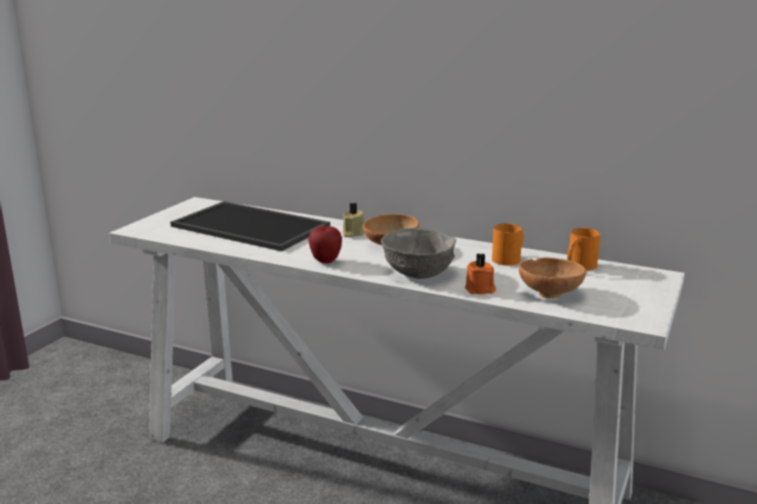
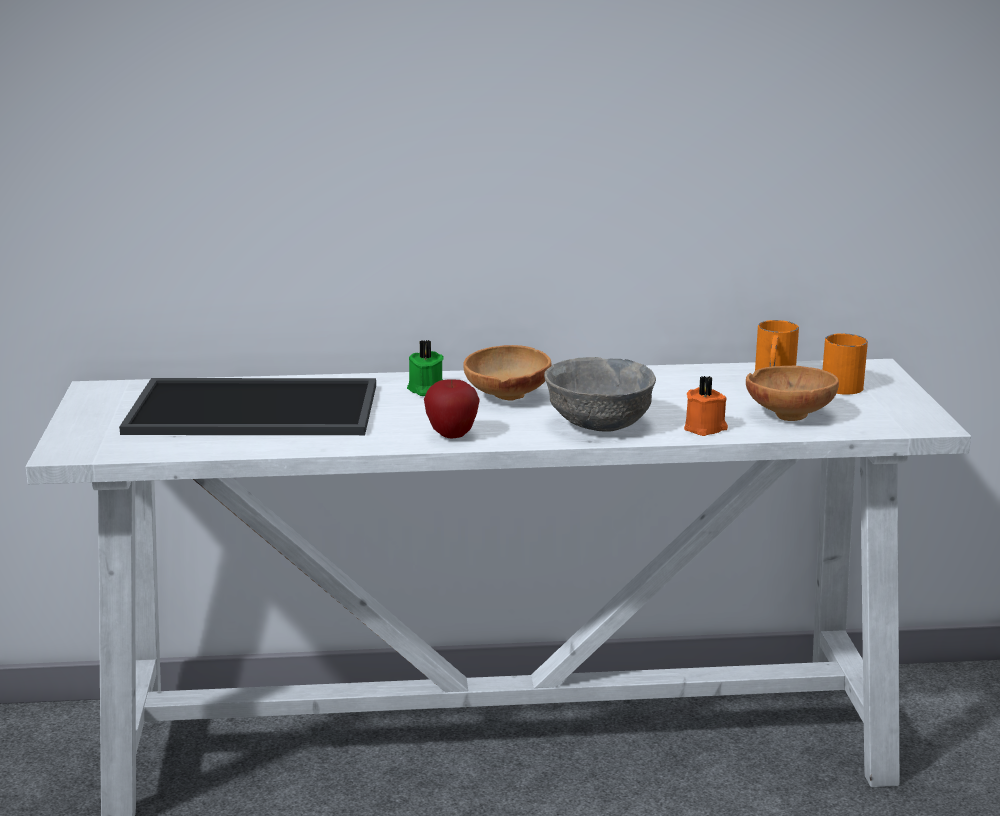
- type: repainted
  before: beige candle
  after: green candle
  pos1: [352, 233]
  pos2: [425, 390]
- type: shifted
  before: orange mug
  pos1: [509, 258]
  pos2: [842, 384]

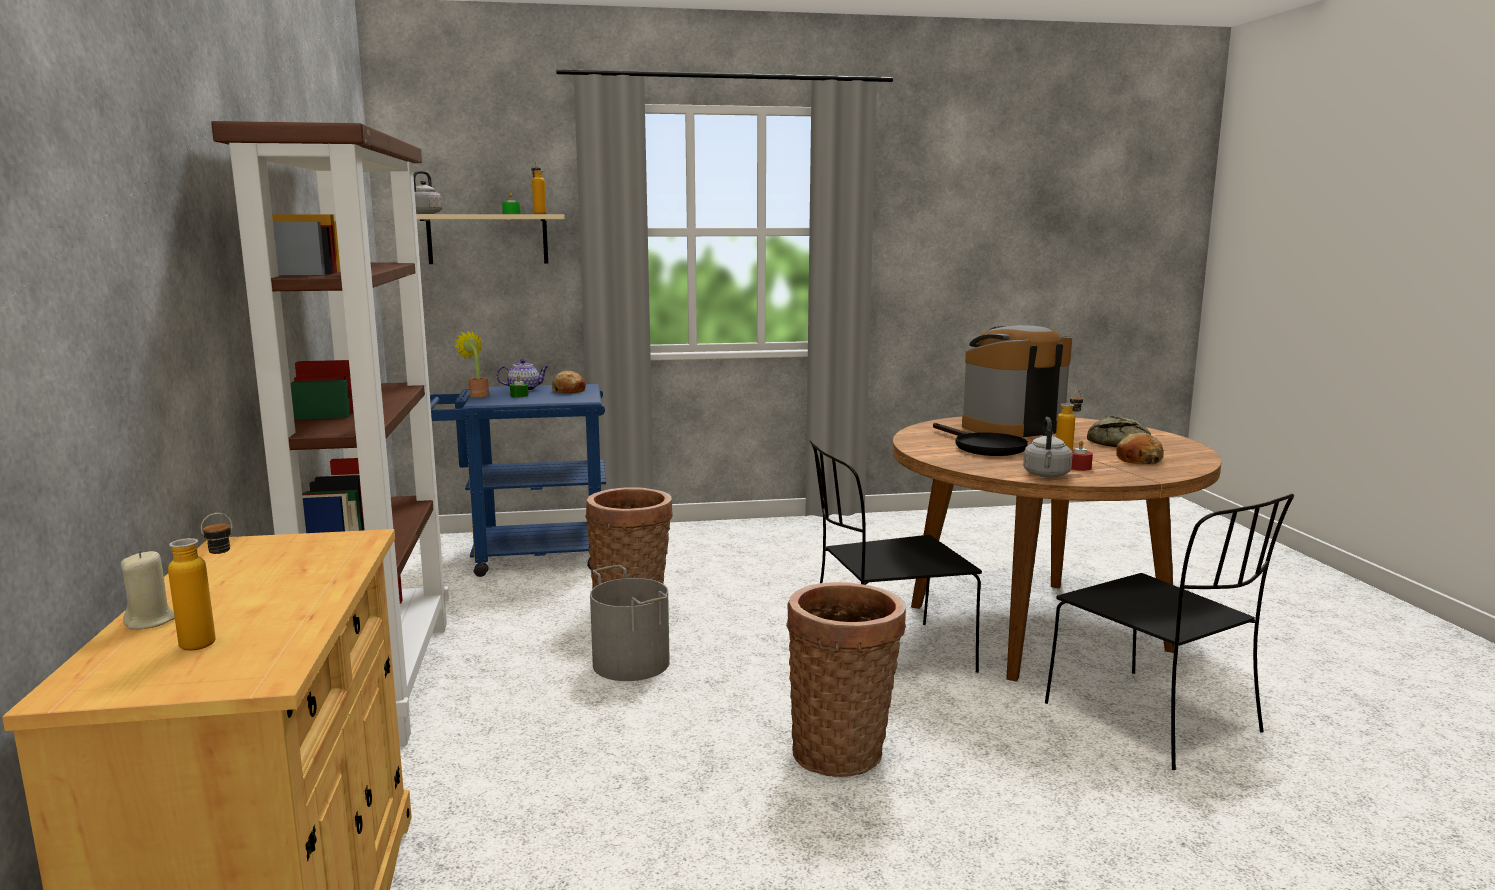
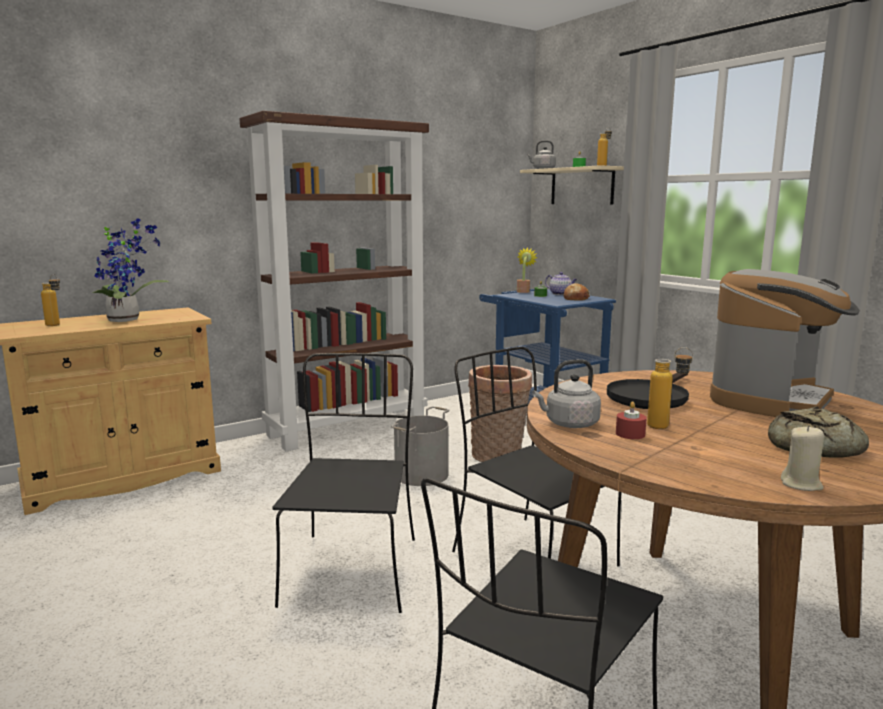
- type: new
  after: potted plant
  pos2: [128, 319]
- type: swapped
  before: basket
  after: black chair
  pos1: [842, 751]
  pos2: [352, 569]
- type: rotated
  before: coffee machine
  pos1: [1011, 428]
  pos2: [771, 399]
  turn: 90
- type: shifted
  before: beige candle
  pos1: [151, 621]
  pos2: [801, 484]
- type: gone
  before: bread
  pos1: [1139, 459]

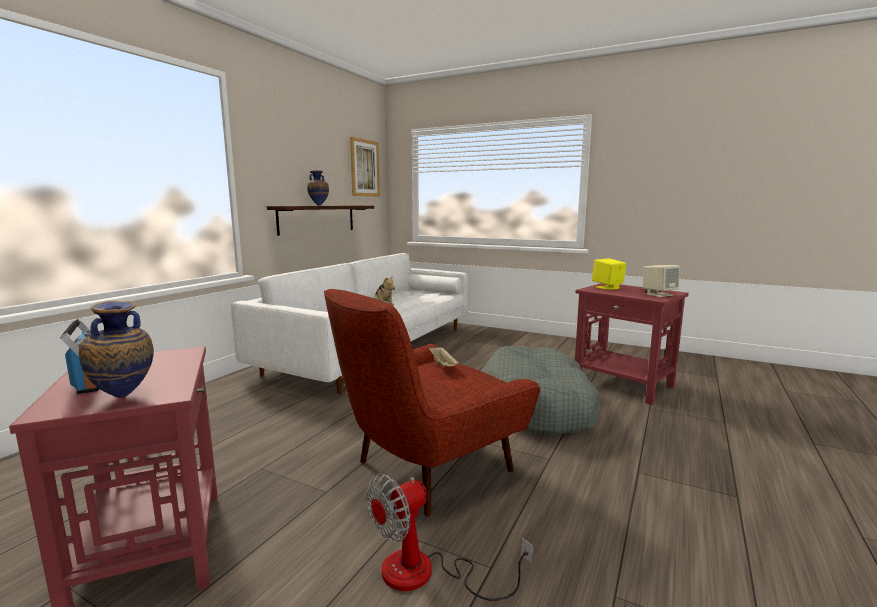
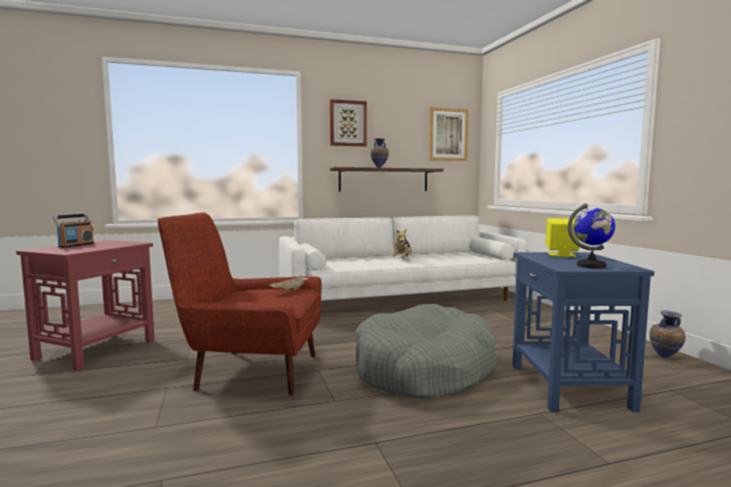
- type: new
  after: picture
  pos2: [347, 123]
- type: repainted
  before: red side table
  after: blue side table
  pos1: [623, 384]
  pos2: [567, 386]
- type: swapped
  before: beige speaker
  after: globe
  pos1: [659, 294]
  pos2: [591, 266]
- type: shifted
  before: vase
  pos1: [124, 398]
  pos2: [665, 358]
- type: gone
  before: fan
  pos1: [426, 574]

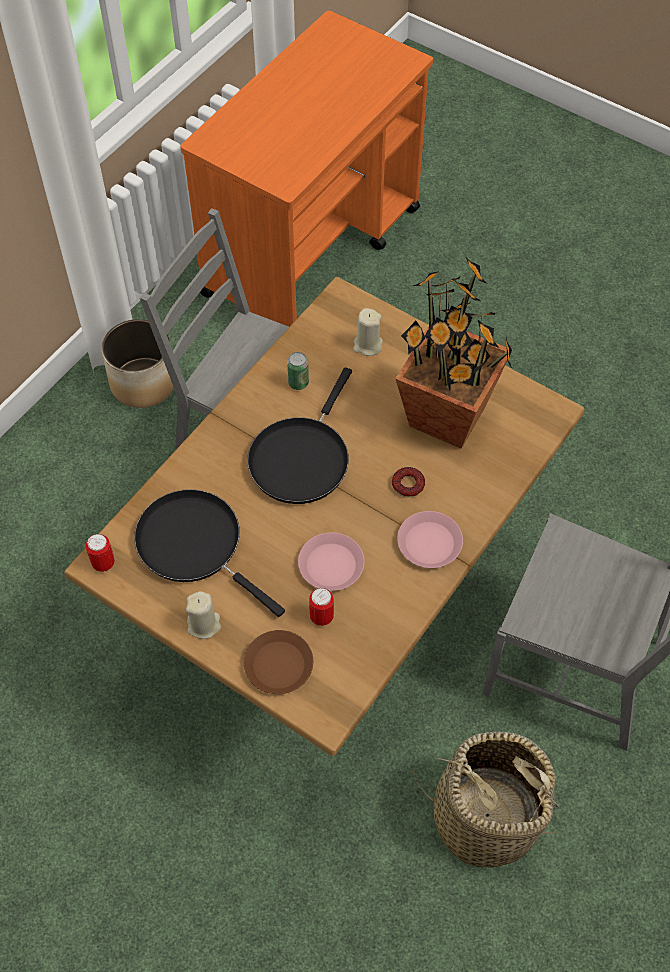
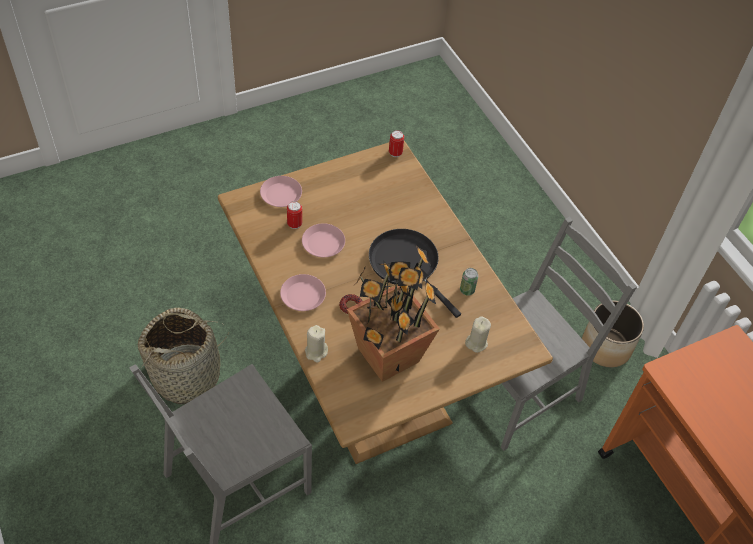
- type: repainted
  before: brown plate
  after: pink plate
  pos1: [279, 665]
  pos2: [281, 195]
- type: shifted
  before: beige candle
  pos1: [204, 625]
  pos2: [316, 352]
- type: gone
  before: black frying pan
  pos1: [195, 545]

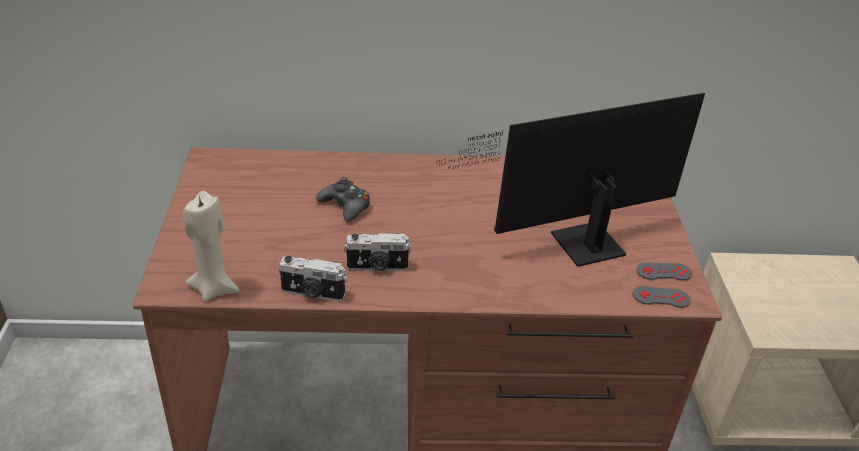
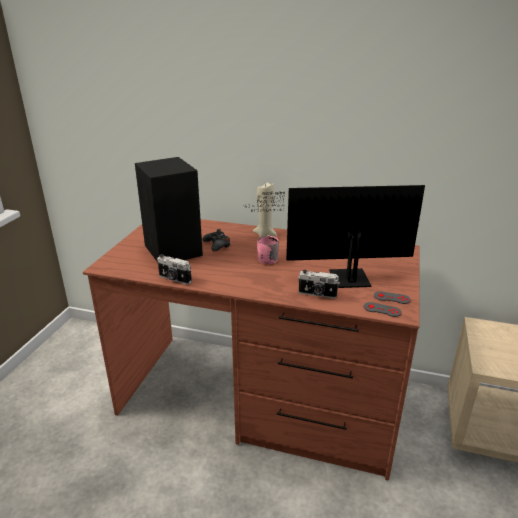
- type: new
  after: black speaker
  pos2: [173, 251]
- type: shifted
  before: beige candle
  pos1: [214, 288]
  pos2: [265, 235]
- type: new
  after: pink mug
  pos2: [266, 257]
- type: shifted
  before: photo camera
  pos1: [377, 267]
  pos2: [317, 294]

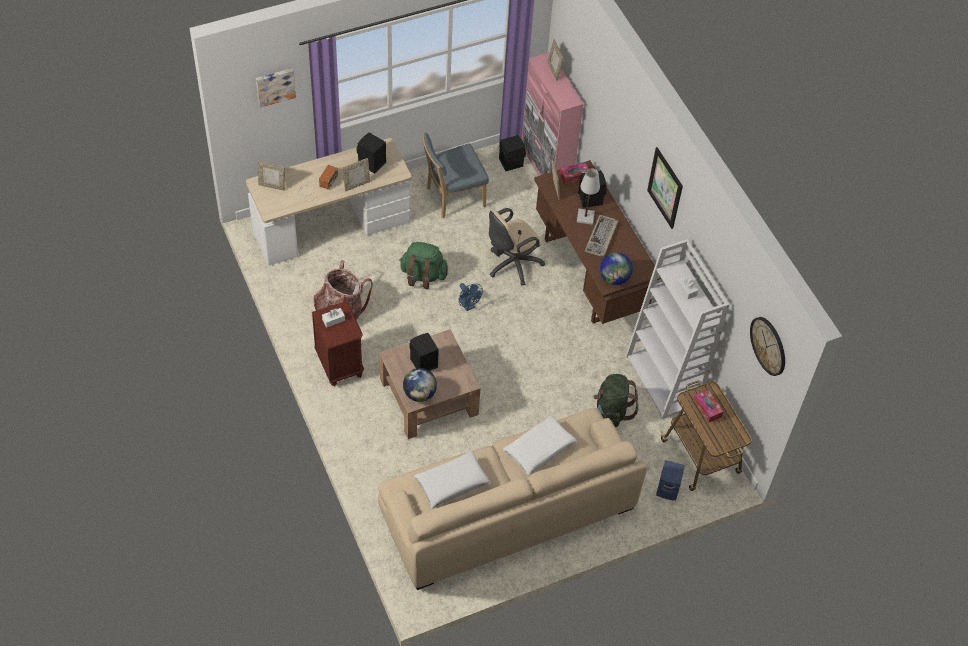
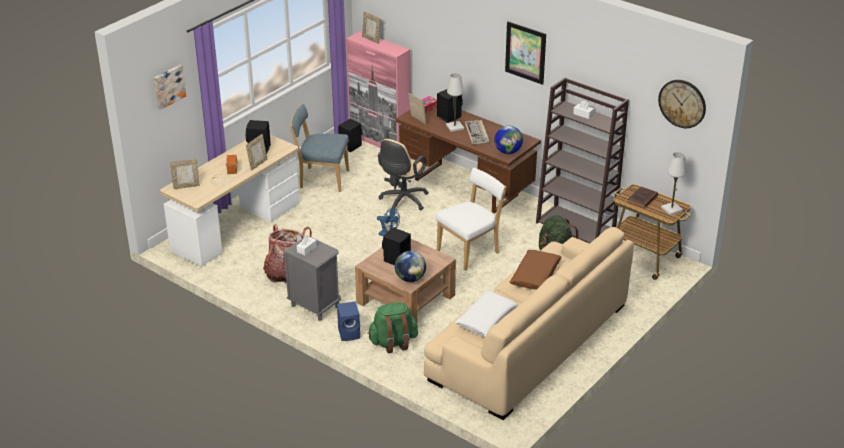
- type: repainted
  before: brown nightstand
  after: grey nightstand
  pos1: [339, 365]
  pos2: [315, 306]
- type: rotated
  before: blue chair
  pos1: [453, 197]
  pos2: [321, 179]
  turn: 60
- type: shifted
  before: blue speaker
  pos1: [669, 489]
  pos2: [350, 333]
- type: shifted
  before: green backpack
  pos1: [423, 275]
  pos2: [393, 343]
- type: new
  after: white chair
  pos2: [470, 251]
- type: repainted
  before: white pillow
  after: brown pillow
  pos1: [539, 449]
  pos2: [535, 275]
- type: repainted
  before: white bookcase
  after: brown bookcase
  pos1: [663, 381]
  pos2: [576, 226]
- type: swapped
  before: tissue box
  after: brown book
  pos1: [707, 408]
  pos2: [642, 200]
- type: new
  after: white table lamp
  pos2: [671, 209]

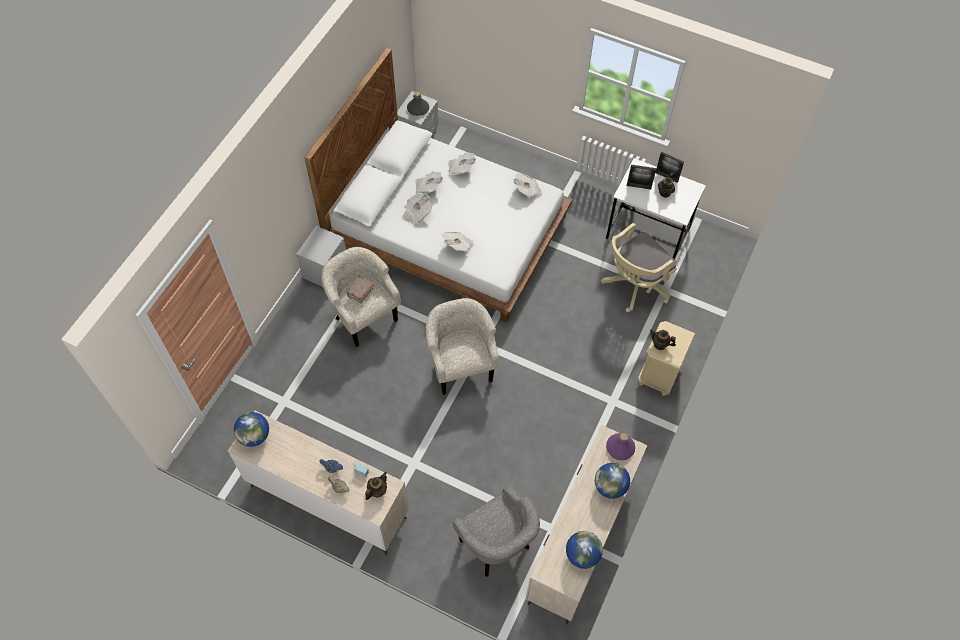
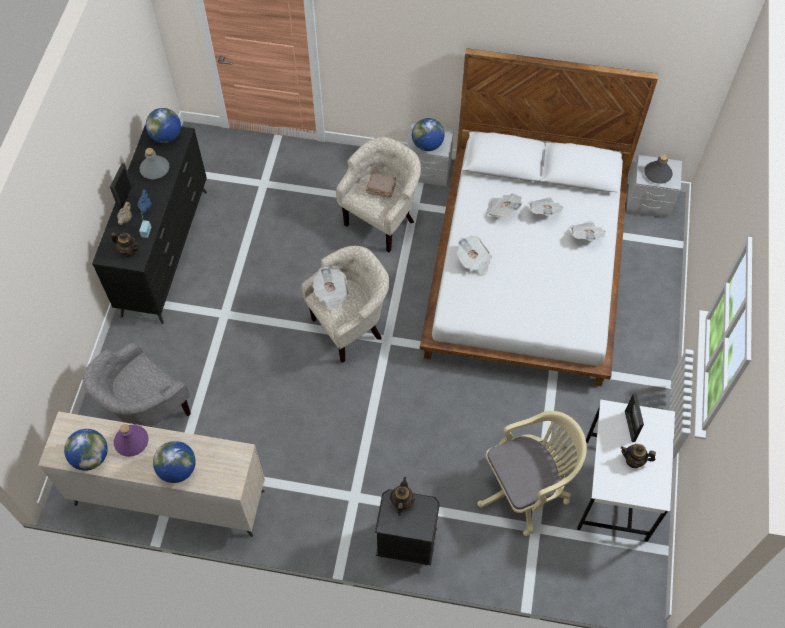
- type: repainted
  before: beige dresser
  after: black dresser
  pos1: [328, 501]
  pos2: [166, 251]
- type: shifted
  before: picture frame
  pos1: [666, 177]
  pos2: [125, 198]
- type: shifted
  before: purple bottle
  pos1: [620, 448]
  pos2: [131, 441]
- type: new
  after: grey bottle
  pos2: [155, 169]
- type: shifted
  before: newspaper
  pos1: [527, 190]
  pos2: [331, 294]
- type: repainted
  before: beige nightstand
  after: black nightstand
  pos1: [659, 375]
  pos2: [406, 543]
- type: new
  after: globe
  pos2: [427, 145]
- type: rotated
  before: beige office chair
  pos1: [634, 286]
  pos2: [526, 488]
  turn: 120

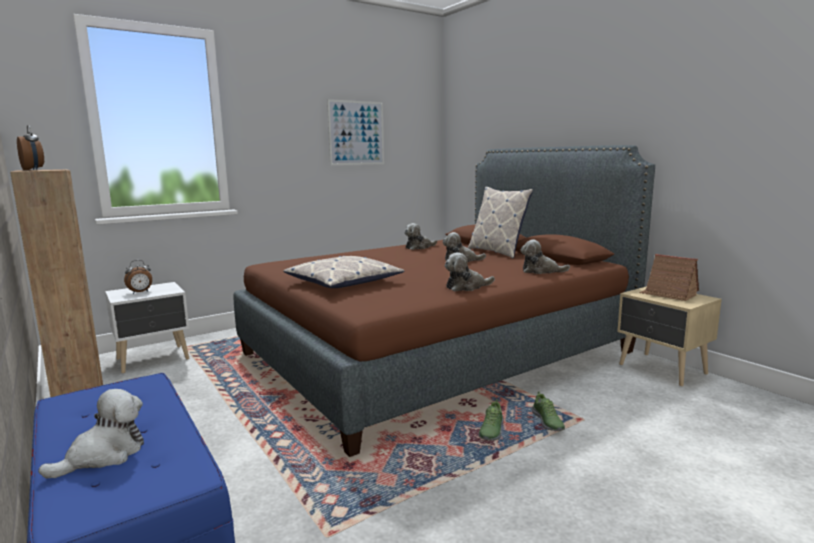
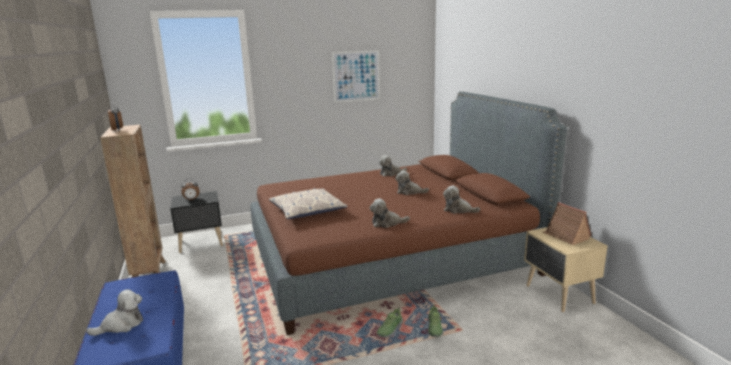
- type: repainted
  before: white nightstand
  after: black nightstand
  pos1: [154, 359]
  pos2: [202, 244]
- type: gone
  before: pillow
  pos1: [497, 252]

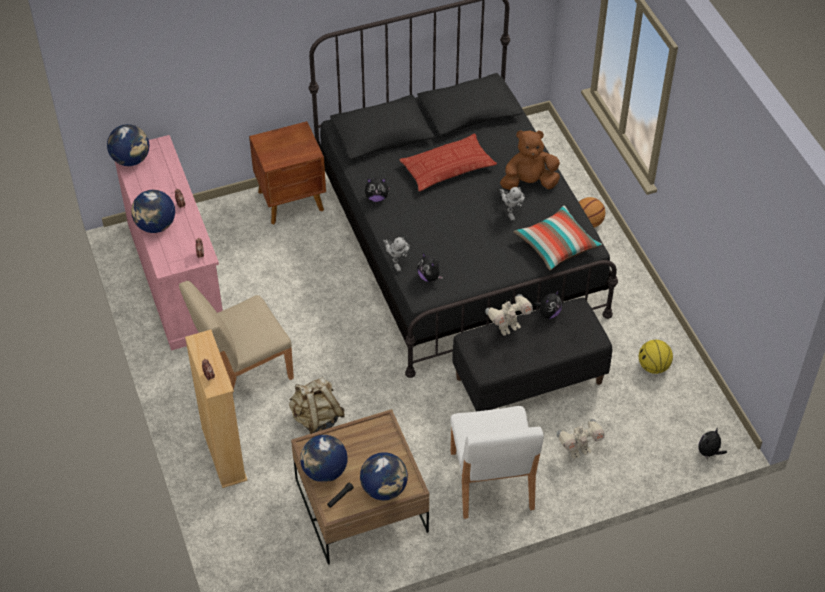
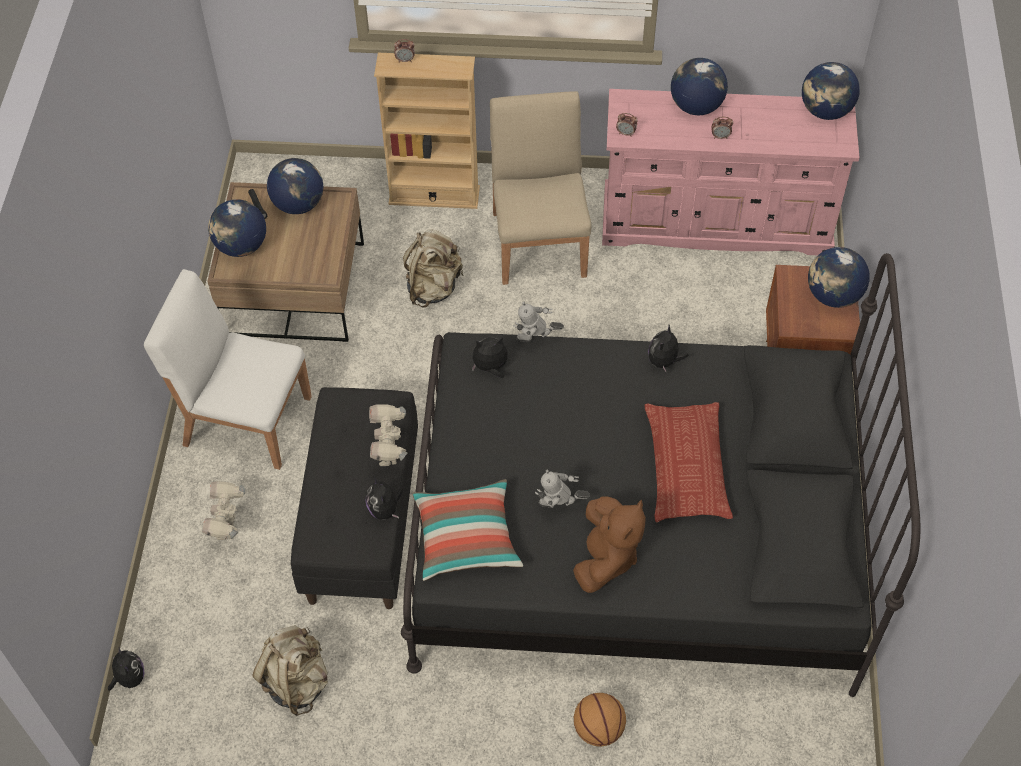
- type: swapped
  before: basketball
  after: beige backpack
  pos1: [653, 367]
  pos2: [297, 682]
- type: new
  after: globe
  pos2: [833, 296]

